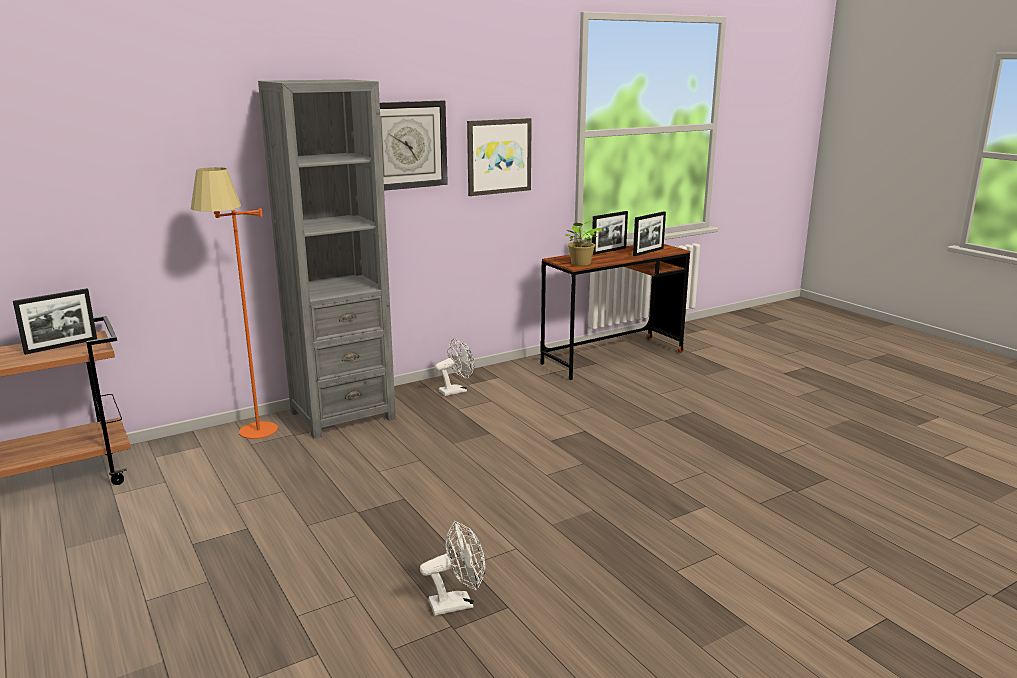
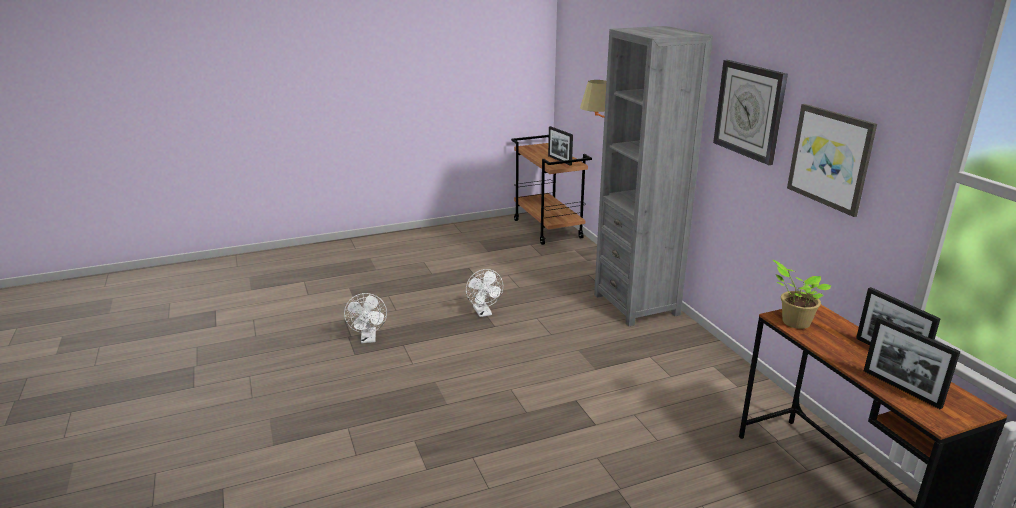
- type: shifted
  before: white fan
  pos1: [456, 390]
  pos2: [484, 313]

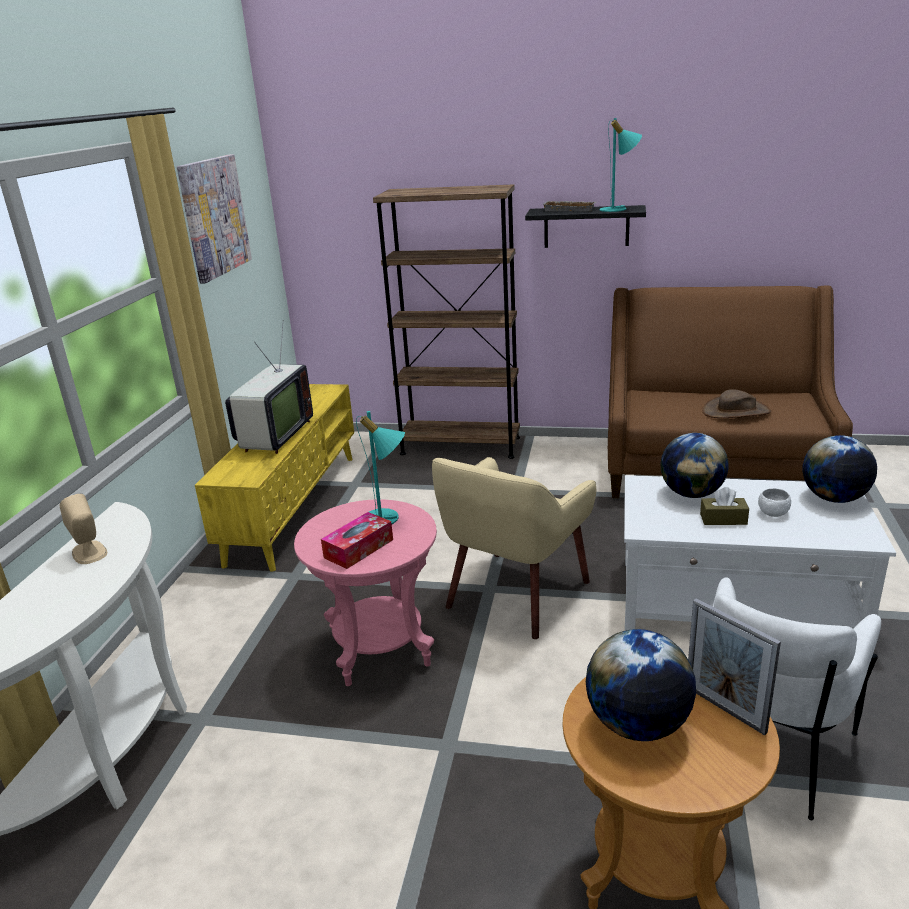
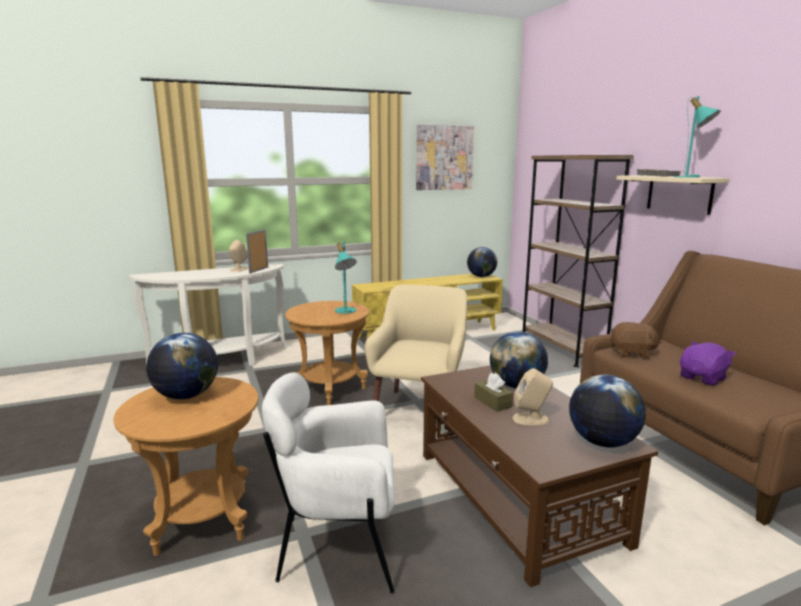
- type: shifted
  before: picture frame
  pos1: [724, 709]
  pos2: [258, 270]
- type: repainted
  before: pink side table
  after: brown side table
  pos1: [380, 649]
  pos2: [330, 389]
- type: rotated
  before: beige armchair
  pos1: [515, 594]
  pos2: [419, 410]
  turn: 105
- type: repainted
  before: white coffee table
  after: brown coffee table
  pos1: [737, 600]
  pos2: [516, 496]
- type: new
  after: globe
  pos2: [481, 276]
- type: swapped
  before: white bowl
  after: beige speaker
  pos1: [773, 513]
  pos2: [531, 419]
- type: new
  after: brown plush toy
  pos2: [632, 353]
- type: repainted
  before: black shelf
  after: beige shelf
  pos1: [586, 226]
  pos2: [679, 194]
- type: swapped
  before: brown hat
  after: purple plush toy
  pos1: [736, 411]
  pos2: [703, 378]
- type: gone
  before: television
  pos1: [273, 436]
- type: gone
  before: tissue box
  pos1: [359, 548]

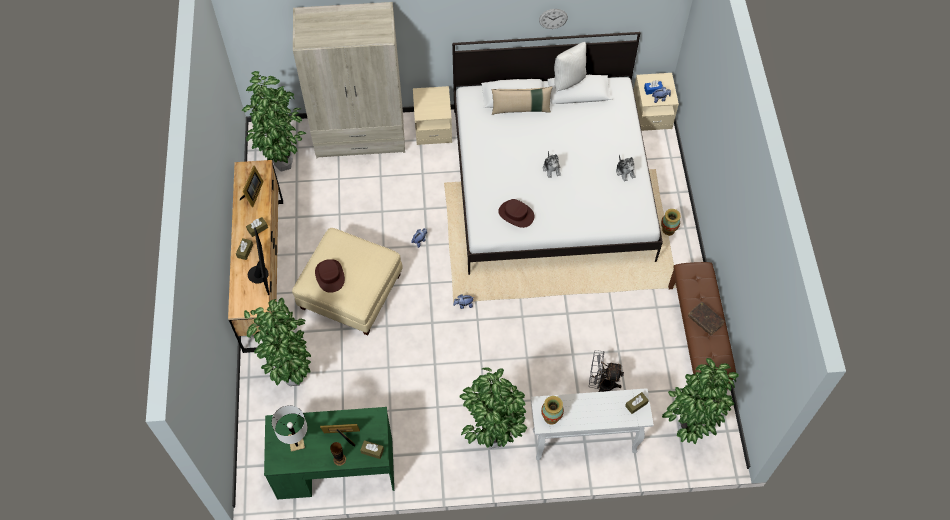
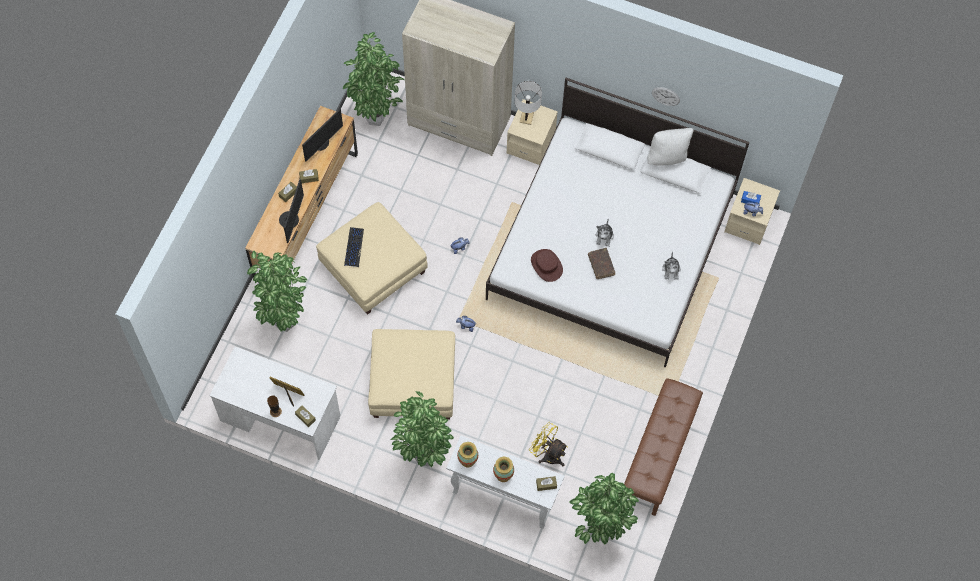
- type: repainted
  before: green desk
  after: white desk
  pos1: [335, 468]
  pos2: [280, 418]
- type: swapped
  before: picture frame
  after: monitor
  pos1: [253, 194]
  pos2: [321, 143]
- type: swapped
  before: brown hat
  after: keyboard
  pos1: [330, 276]
  pos2: [354, 247]
- type: new
  after: beige ottoman
  pos2: [413, 383]
- type: shifted
  before: vase
  pos1: [668, 230]
  pos2: [503, 475]
- type: shifted
  before: white table lamp
  pos1: [296, 442]
  pos2: [526, 117]
- type: repainted
  before: grey fan
  after: yellow fan
  pos1: [601, 383]
  pos2: [548, 454]
- type: shifted
  before: brown book
  pos1: [705, 320]
  pos2: [601, 265]
- type: gone
  before: beige pillow
  pos1: [521, 109]

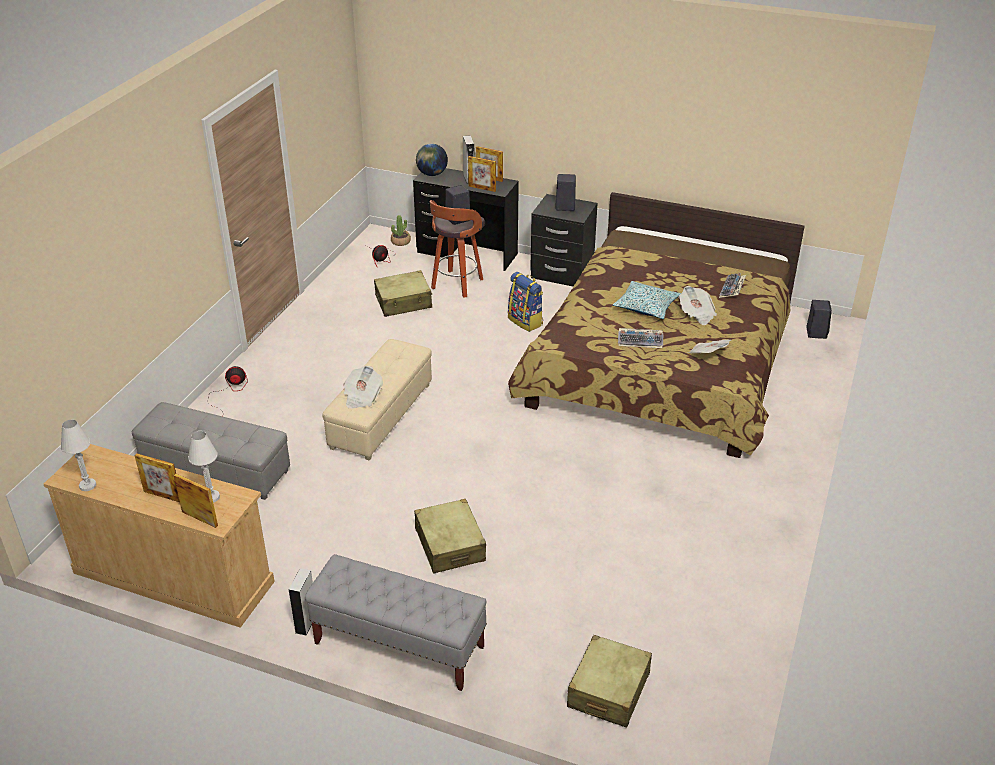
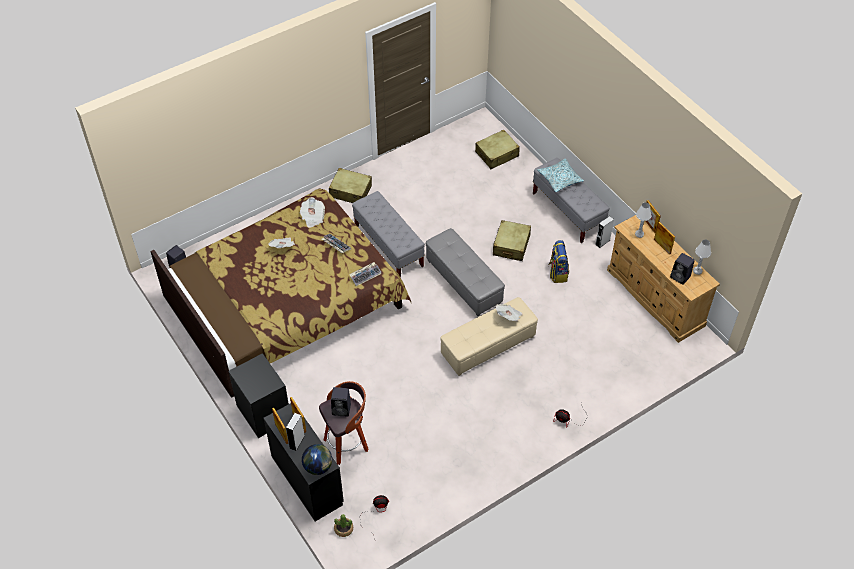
- type: shifted
  before: beige suitcase
  pos1: [404, 302]
  pos2: [350, 191]
- type: shifted
  before: keyboard
  pos1: [732, 290]
  pos2: [365, 275]
- type: new
  after: grey bench
  pos2: [388, 247]
- type: shifted
  before: grey ottoman
  pos1: [217, 468]
  pos2: [463, 281]
- type: shifted
  before: pillow
  pos1: [646, 306]
  pos2: [560, 179]
- type: shifted
  before: backpack
  pos1: [526, 321]
  pos2: [557, 273]
- type: shifted
  before: black speaker
  pos1: [564, 207]
  pos2: [680, 277]

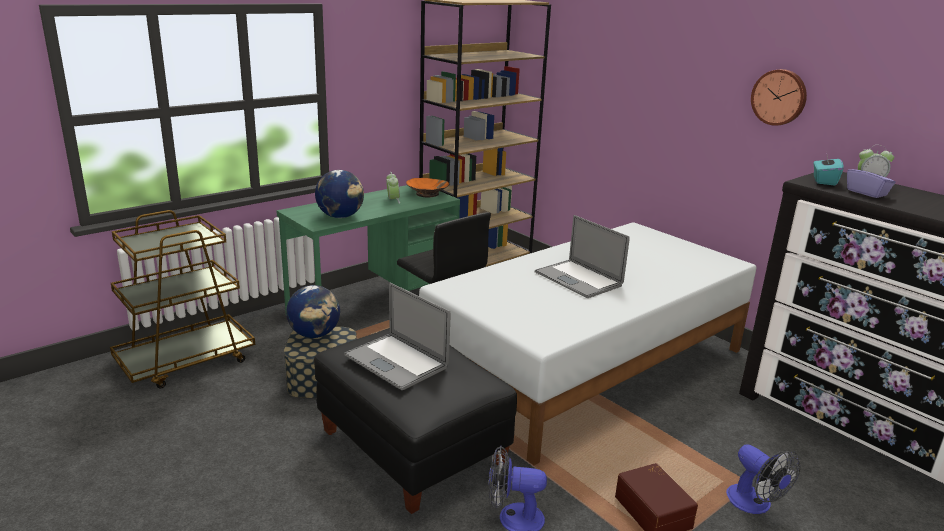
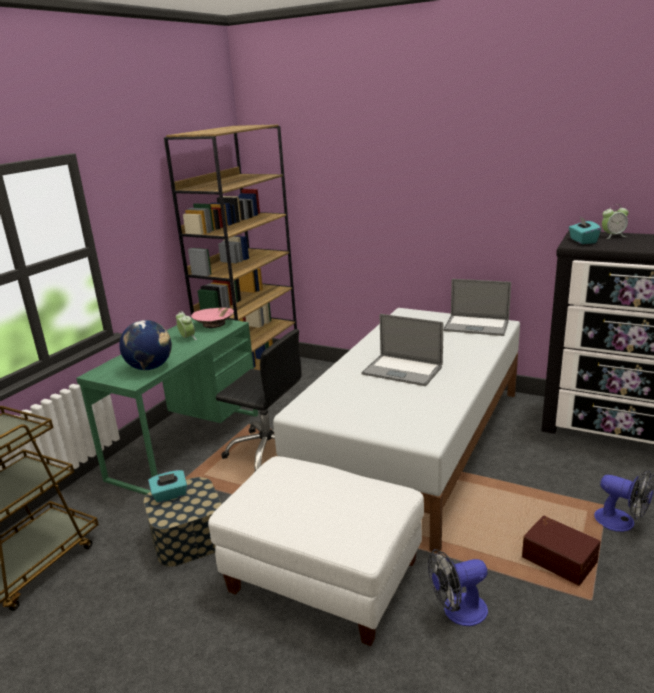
- type: swapped
  before: globe
  after: turquoise tissue box
  pos1: [315, 334]
  pos2: [170, 495]
- type: repainted
  before: orange bowl
  after: pink bowl
  pos1: [427, 194]
  pos2: [214, 324]
- type: repainted
  before: black ottoman
  after: white ottoman
  pos1: [412, 448]
  pos2: [323, 577]
- type: shifted
  before: laptop
  pos1: [396, 361]
  pos2: [476, 326]
- type: gone
  before: wall clock
  pos1: [779, 97]
- type: gone
  before: purple tissue box
  pos1: [867, 193]

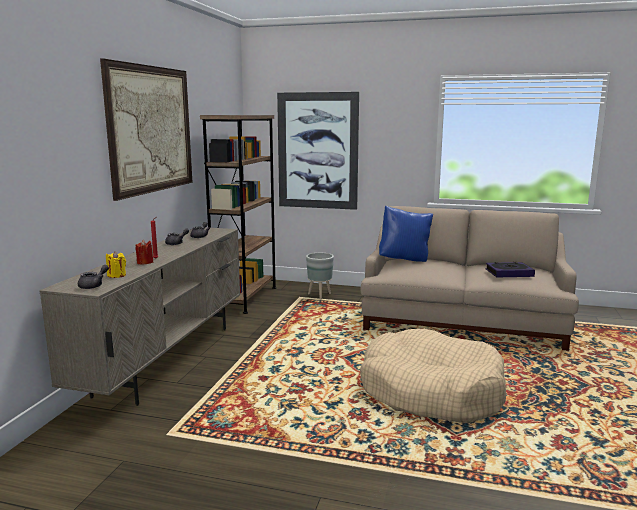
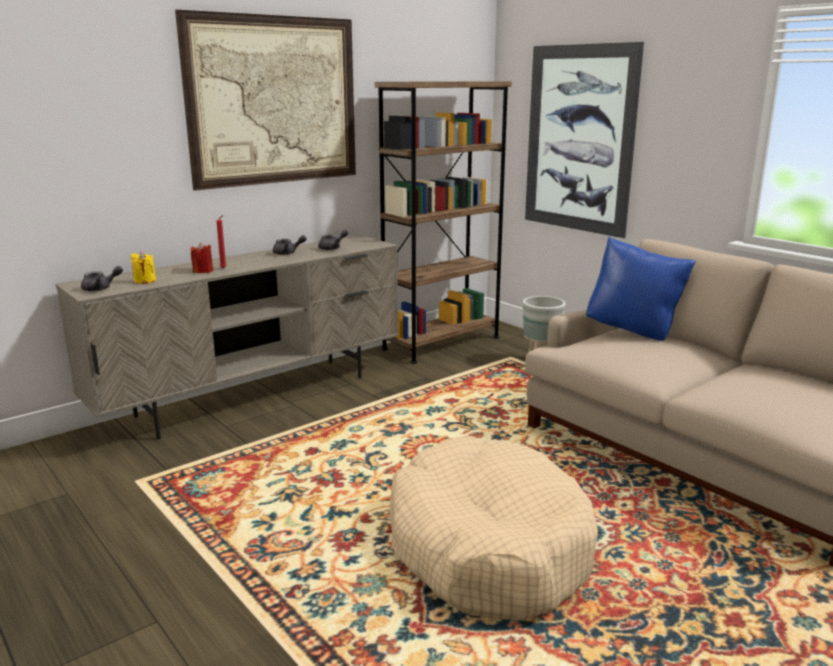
- type: gone
  before: book
  pos1: [509, 273]

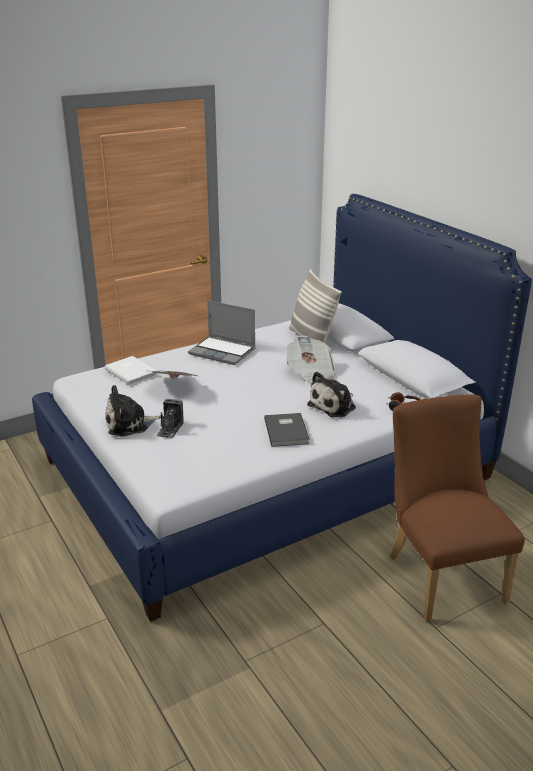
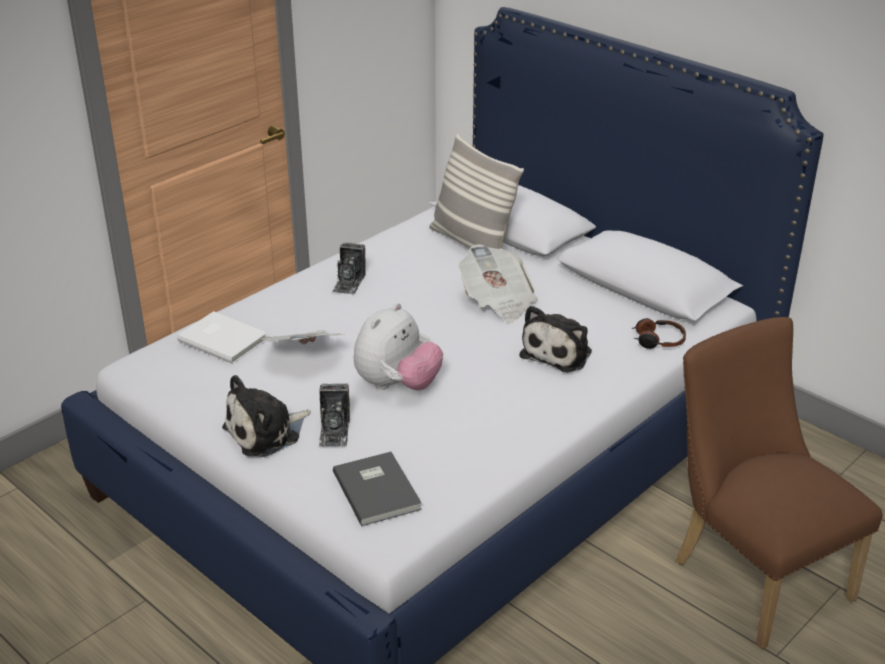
- type: swapped
  before: laptop
  after: photo camera
  pos1: [223, 352]
  pos2: [349, 282]
- type: shifted
  before: grey book
  pos1: [287, 431]
  pos2: [378, 489]
- type: new
  after: plush toy
  pos2: [397, 385]

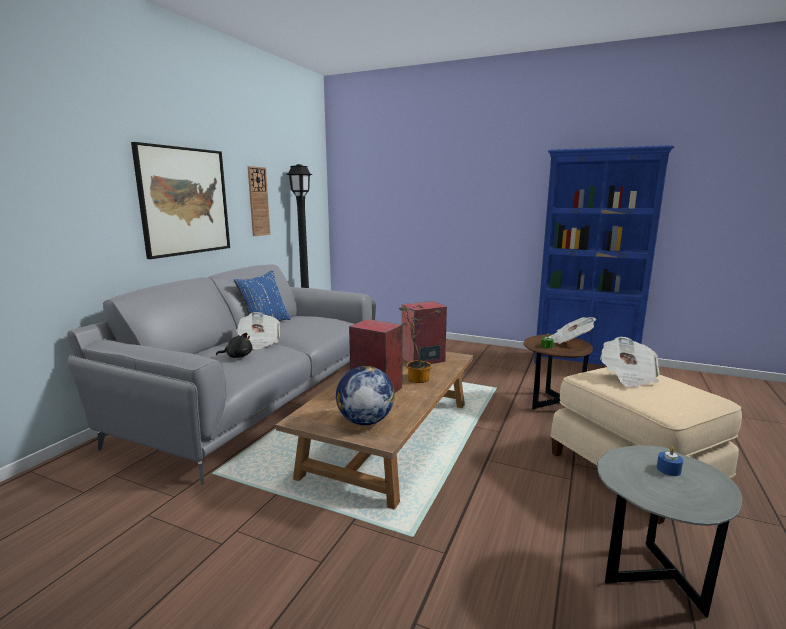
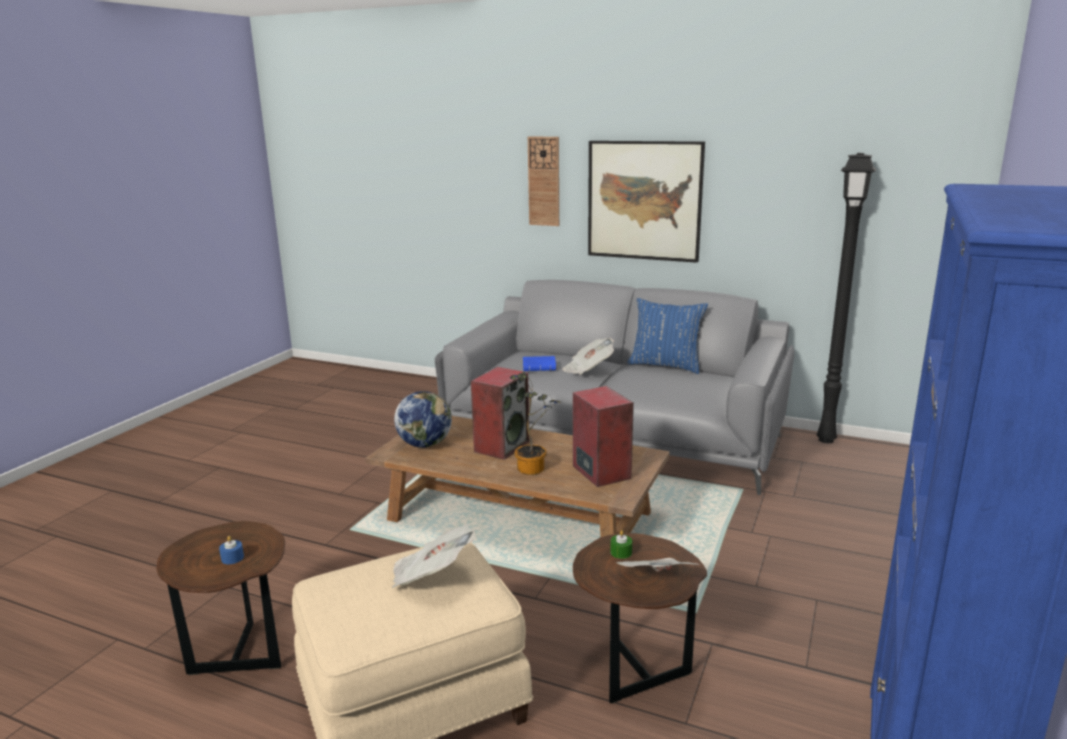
- type: repainted
  before: grey side table
  after: brown side table
  pos1: [648, 581]
  pos2: [240, 652]
- type: swapped
  before: black plush toy
  after: blue book
  pos1: [237, 356]
  pos2: [540, 367]
- type: shifted
  before: wall clock
  pos1: [258, 201]
  pos2: [544, 181]

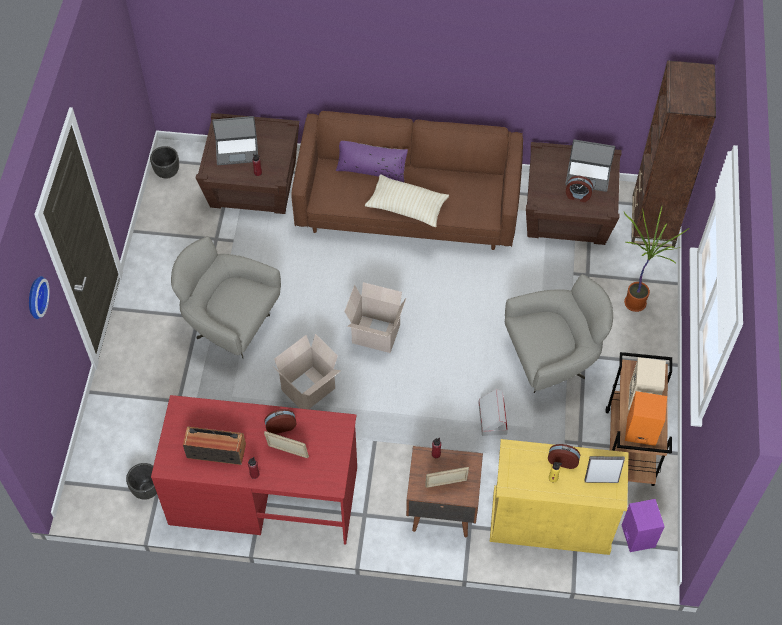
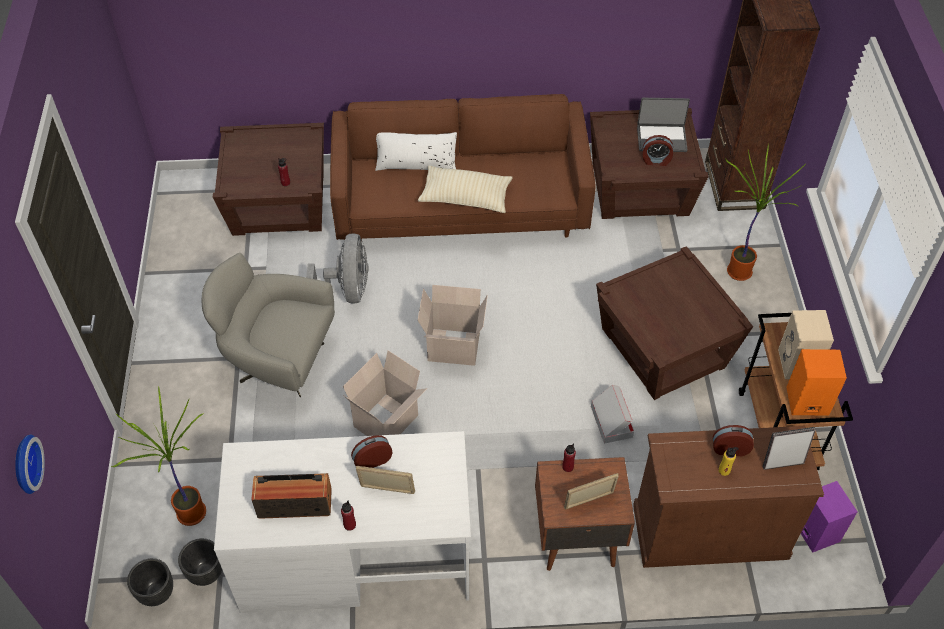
- type: shifted
  before: wall clock
  pos1: [35, 297]
  pos2: [24, 464]
- type: new
  after: potted plant
  pos2: [189, 514]
- type: shifted
  before: black planter
  pos1: [167, 172]
  pos2: [156, 593]
- type: repainted
  before: red desk
  after: white desk
  pos1: [263, 494]
  pos2: [354, 555]
- type: new
  after: grey fan
  pos2: [346, 292]
- type: repainted
  before: purple pillow
  after: white pillow
  pos1: [371, 170]
  pos2: [416, 164]
- type: swapped
  before: grey armchair
  after: brown side table
  pos1: [552, 361]
  pos2: [663, 348]
- type: repainted
  before: yellow cabinet
  after: brown cabinet
  pos1: [550, 521]
  pos2: [709, 531]
- type: gone
  before: laptop
  pos1: [237, 150]

